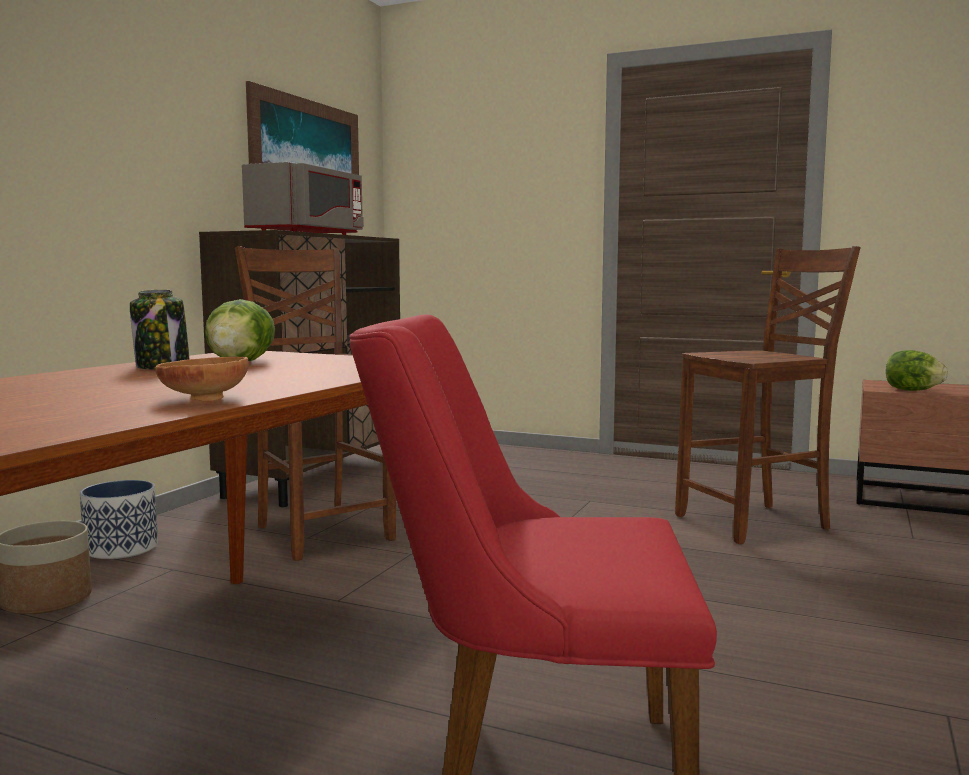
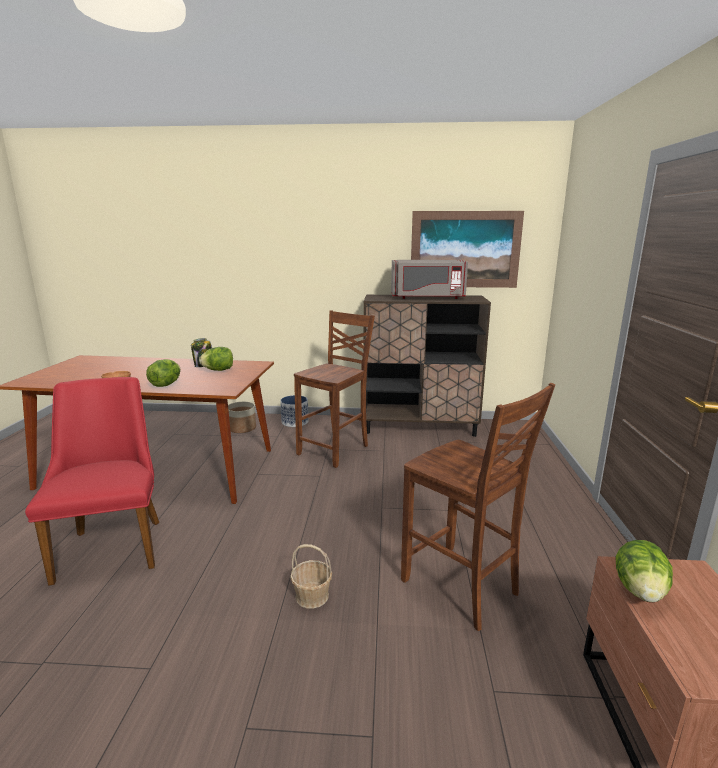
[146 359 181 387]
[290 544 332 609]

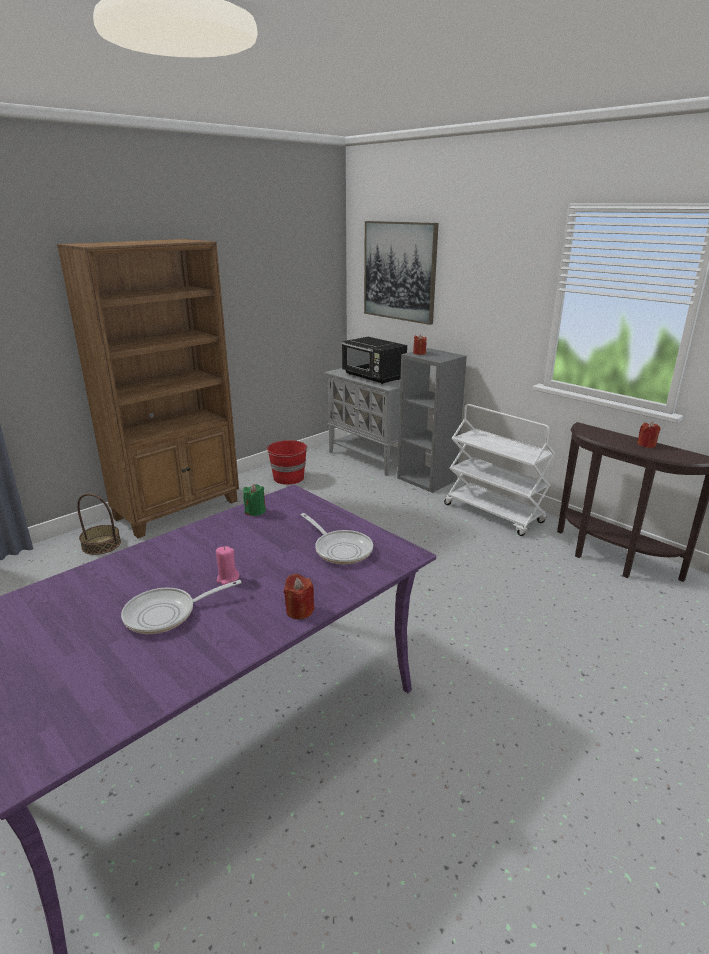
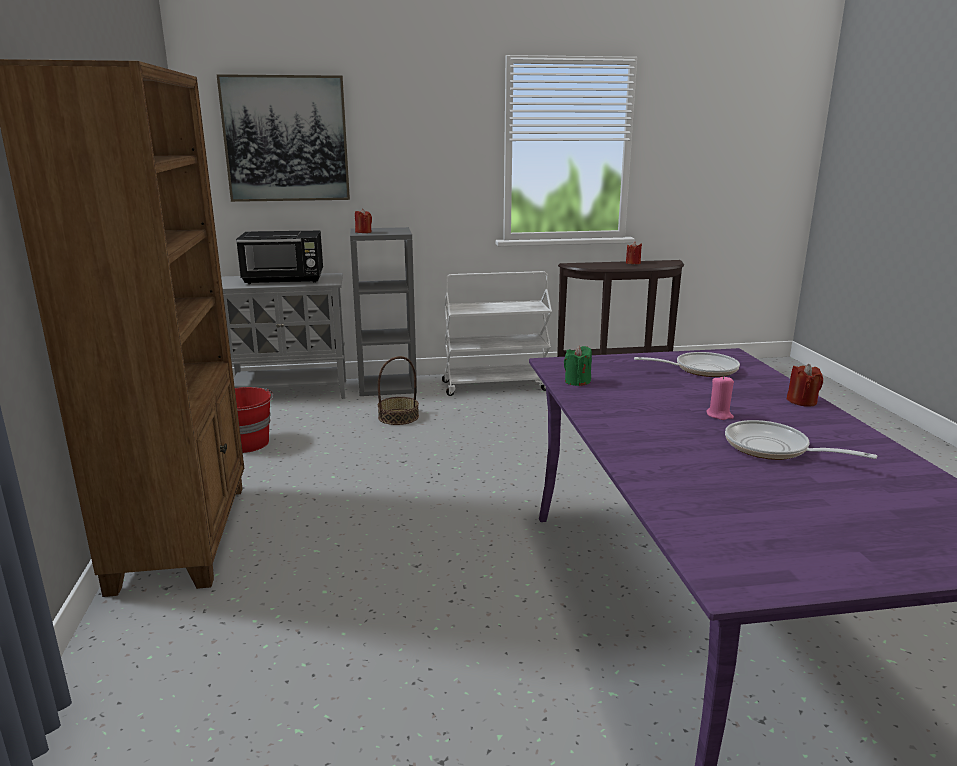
[378 356 419 425]
[725 420 877 460]

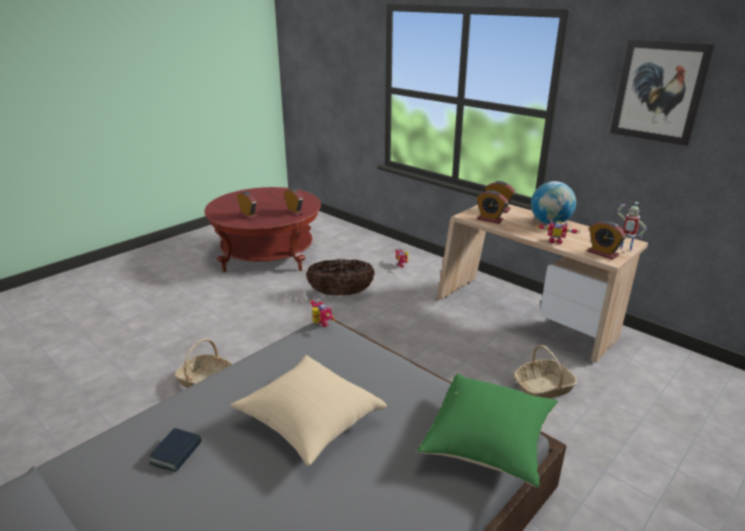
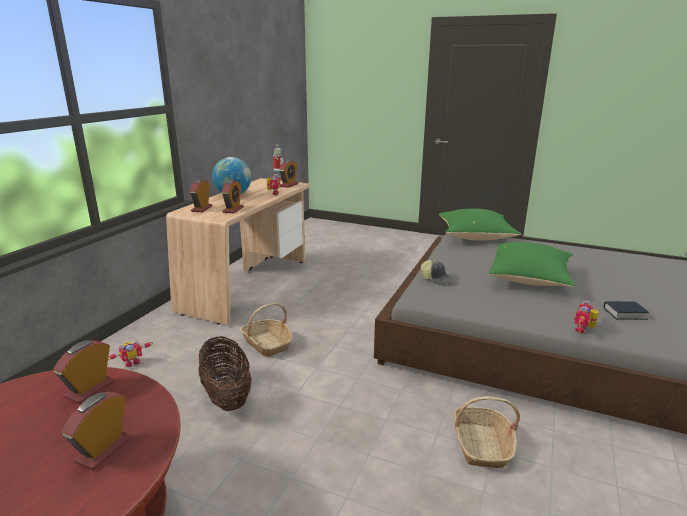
[610 39 715 146] (first image)
[421 260 454 285]
[574 301 599 333]
[240 303 293 357]
[488 242 576 287]

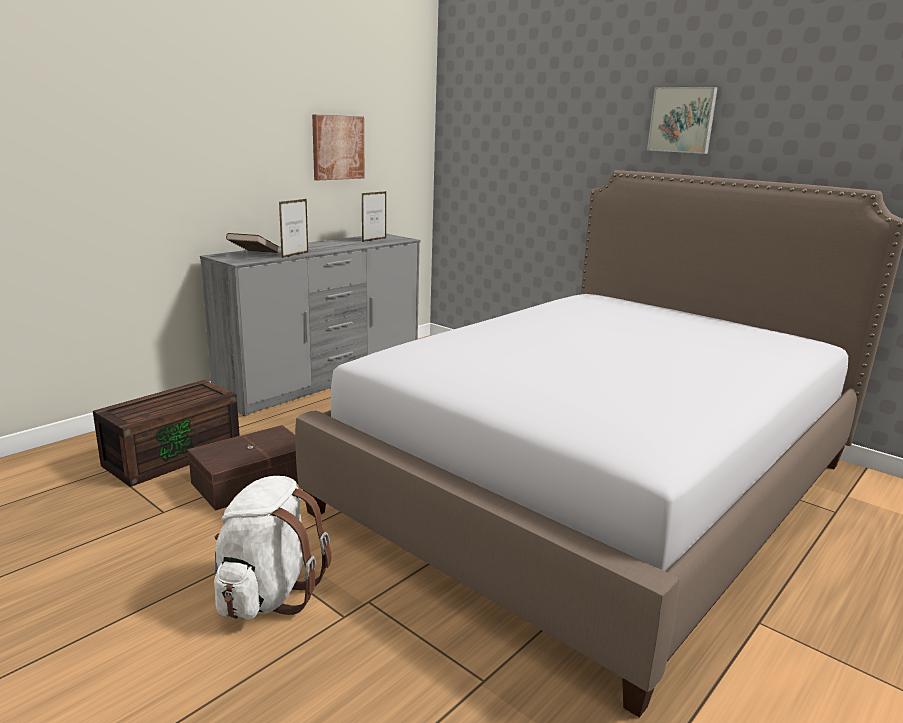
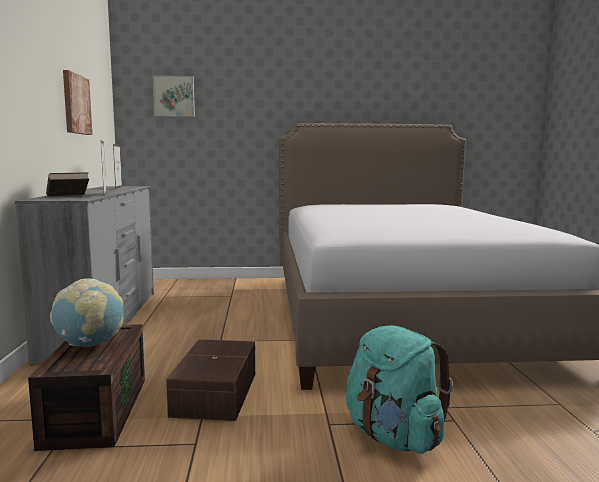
[50 278 123 347]
[153 75 195 117]
[346 325 453 454]

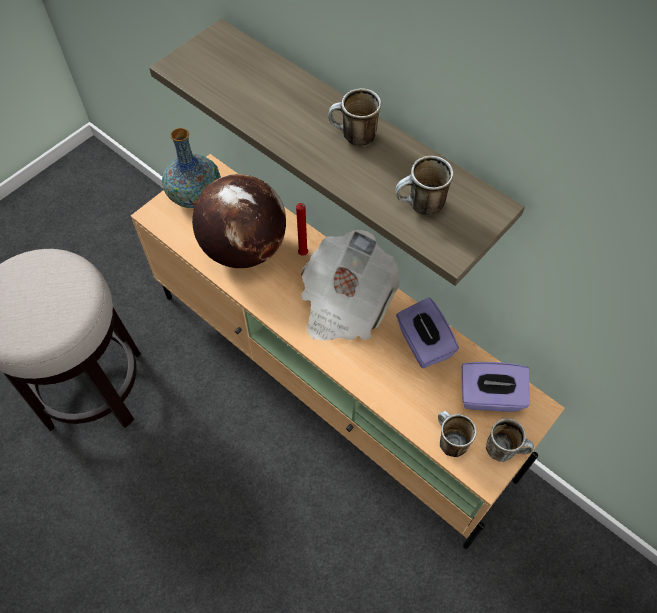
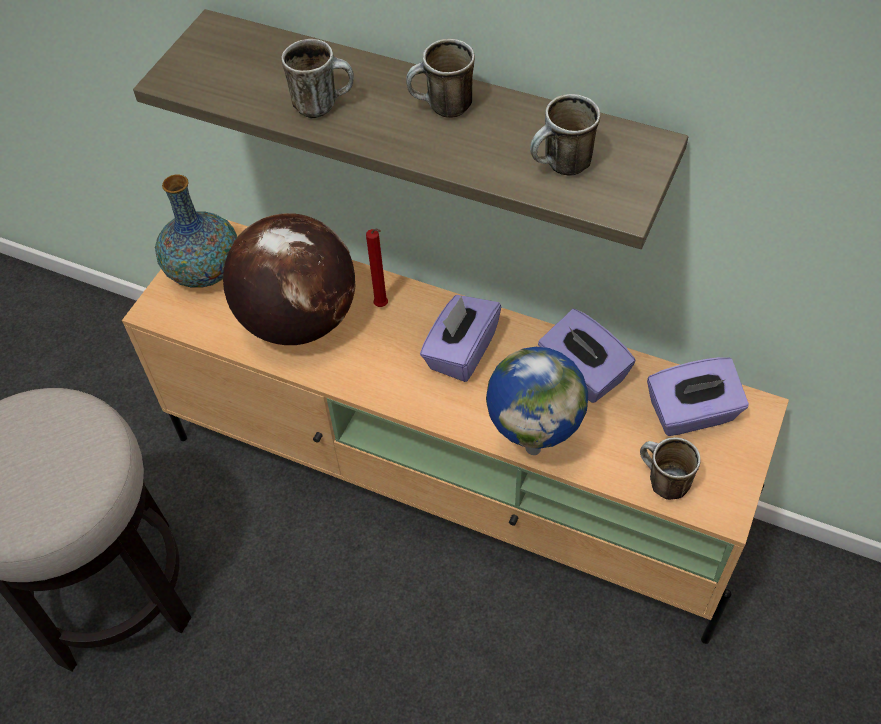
[486 347 588 455]
[282 39 354 118]
[420 295 501 382]

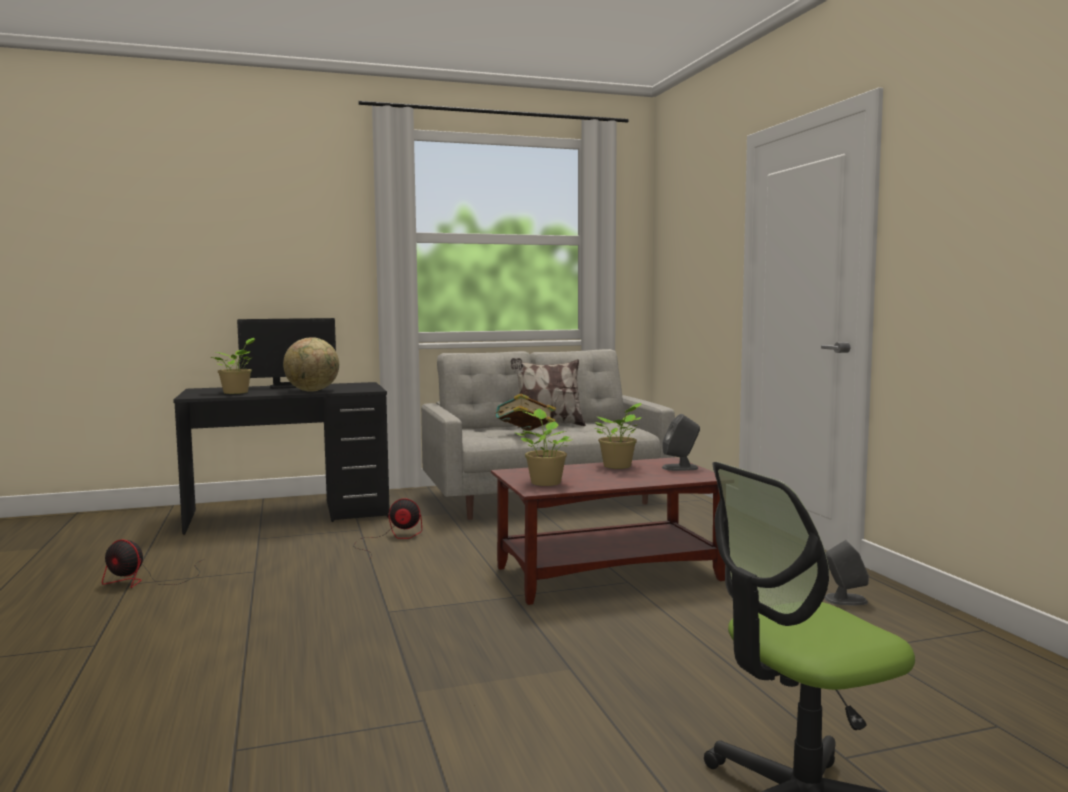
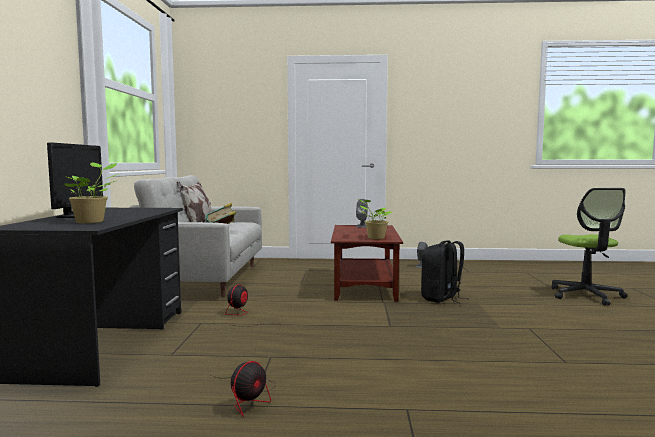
[283 337 339 392] (first image)
[594 403 642 469] (first image)
[421 241 469 304]

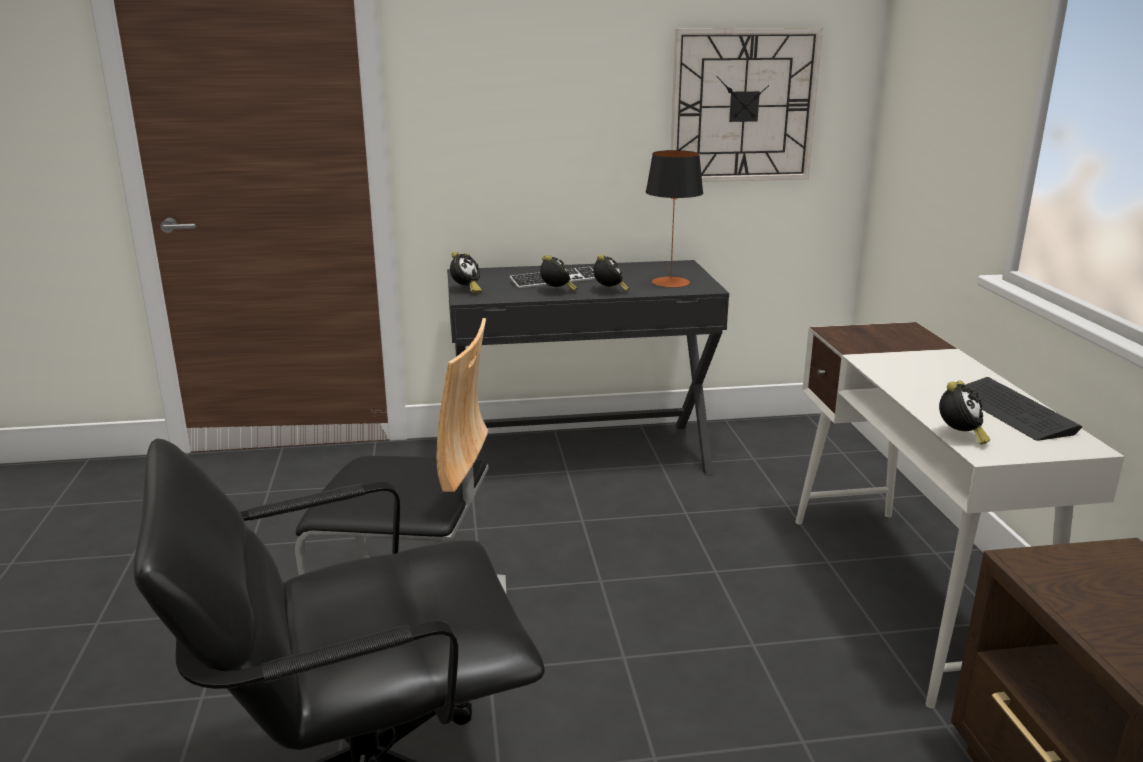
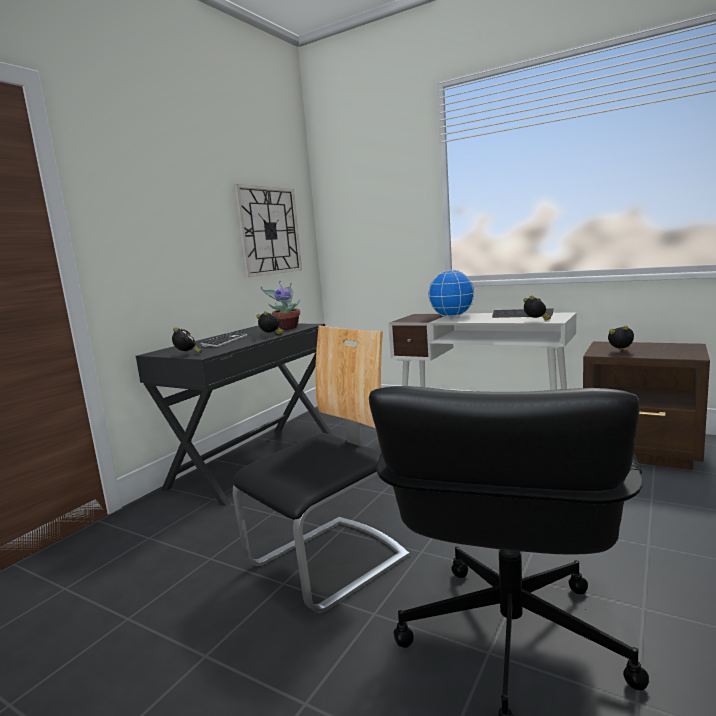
[428 270 475 317]
[608 325 634 350]
[261 281 300 330]

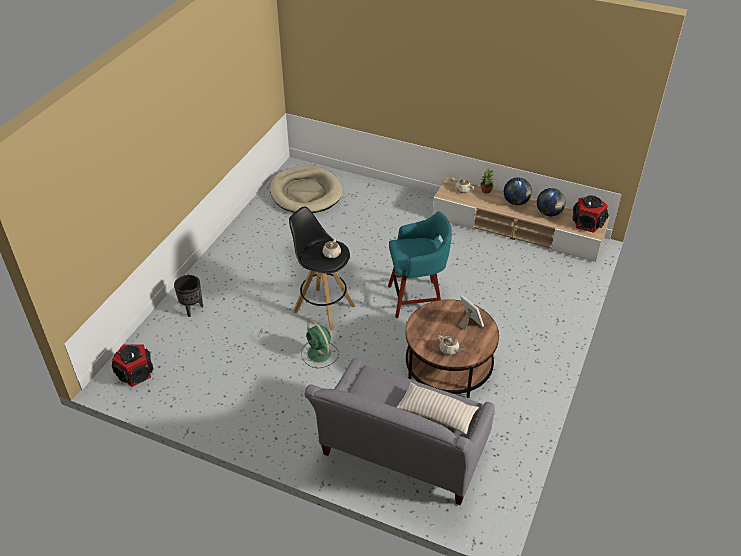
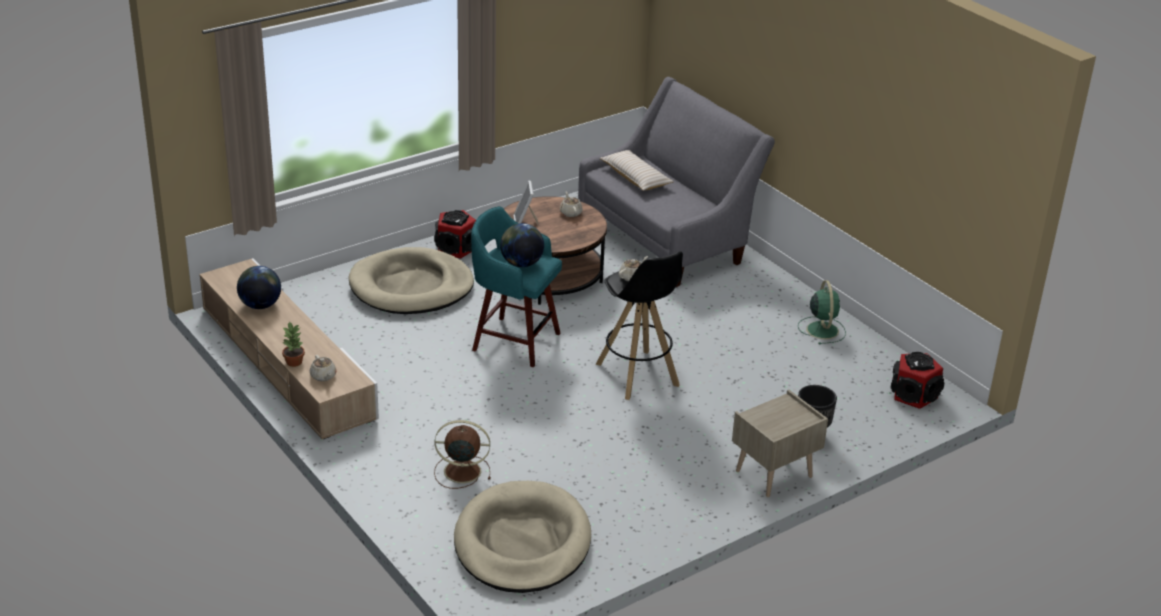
[348 247 474 314]
[434 420 491 489]
[732 390 828 497]
[798 280 846 344]
[500 223 544 267]
[434 210 476 259]

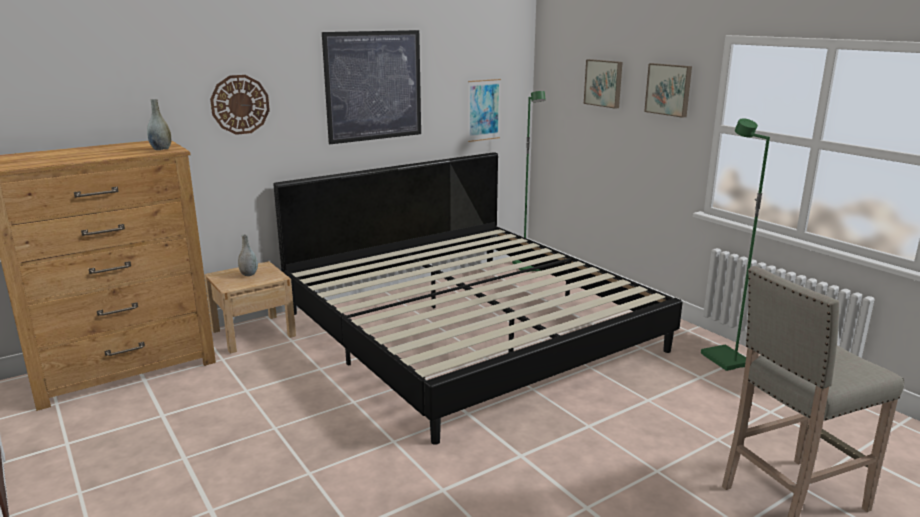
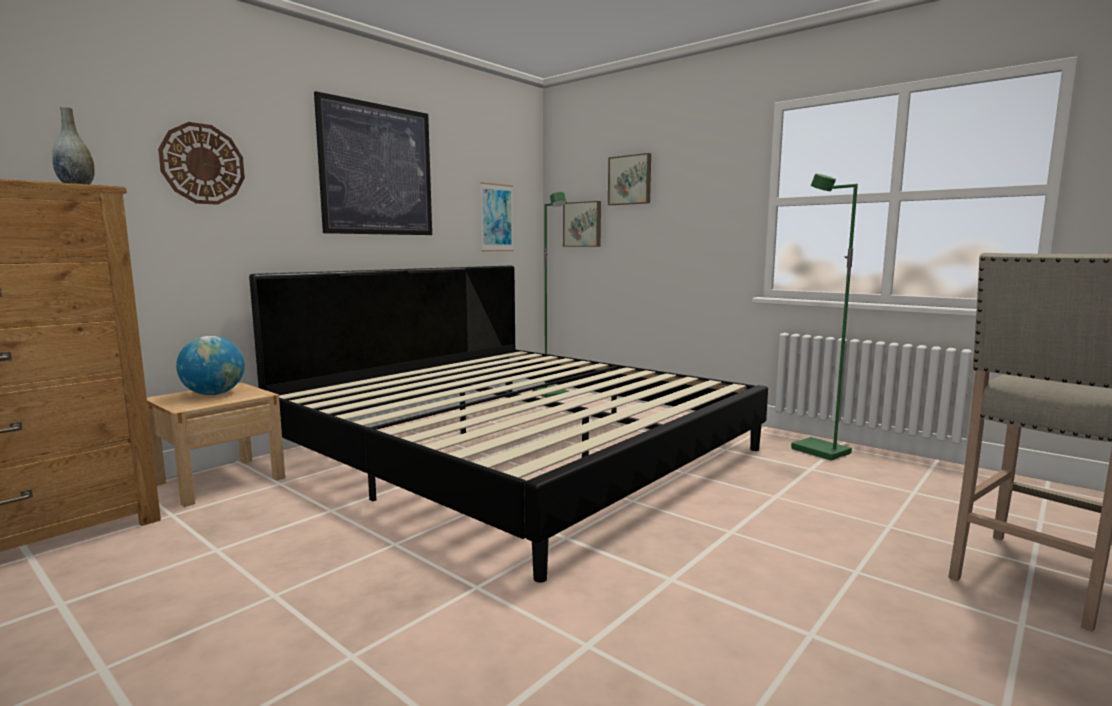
[563 201 601 247]
[176 336 245 395]

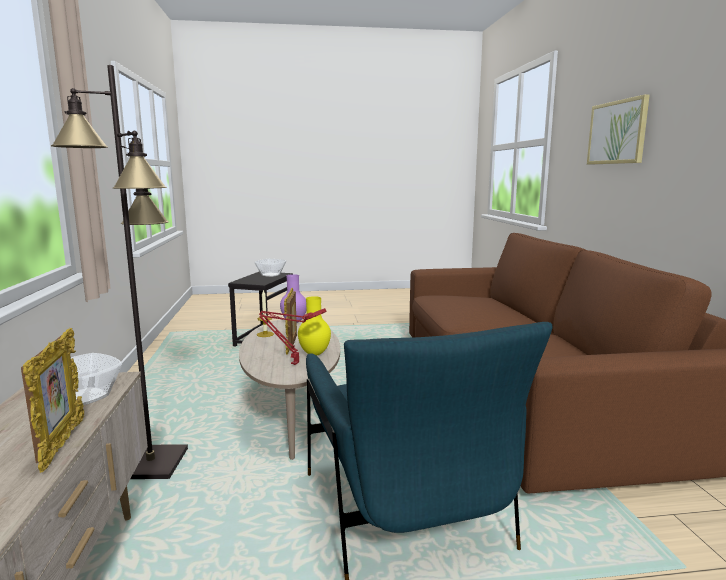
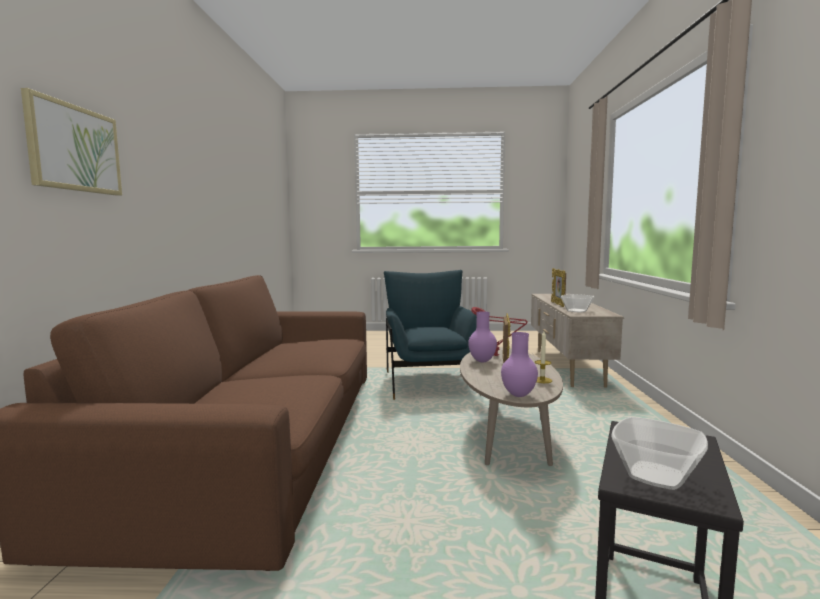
[51 65 188 479] (first image)
[468 311 497 362]

